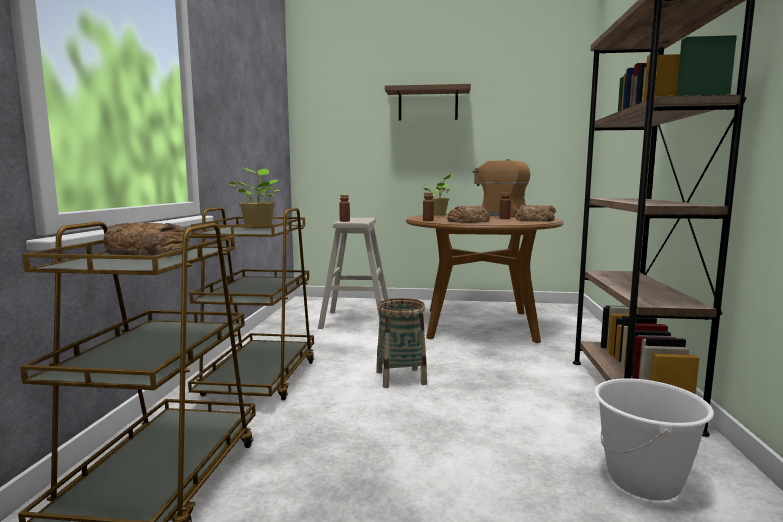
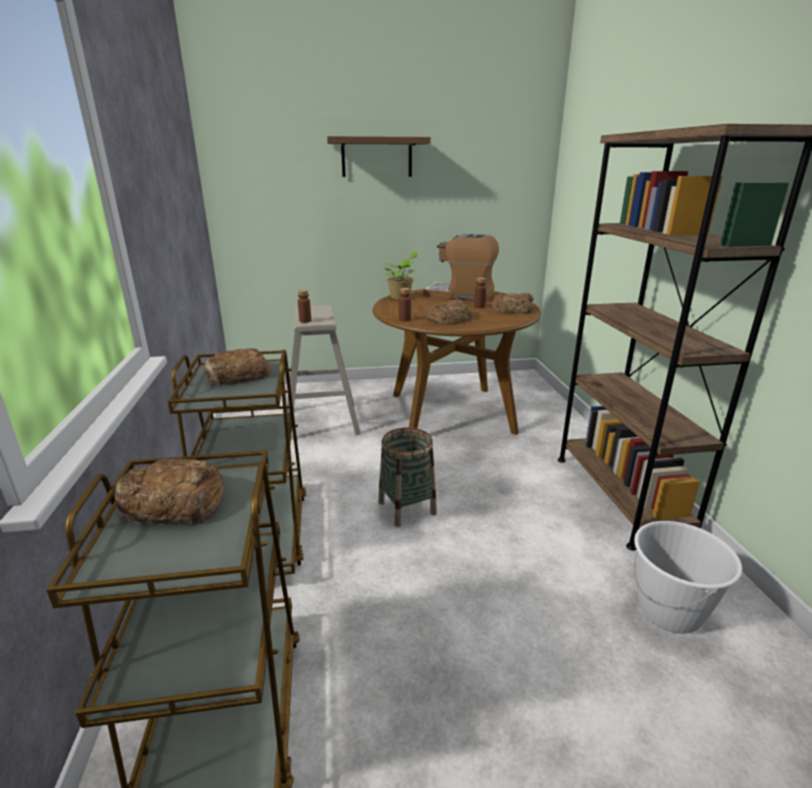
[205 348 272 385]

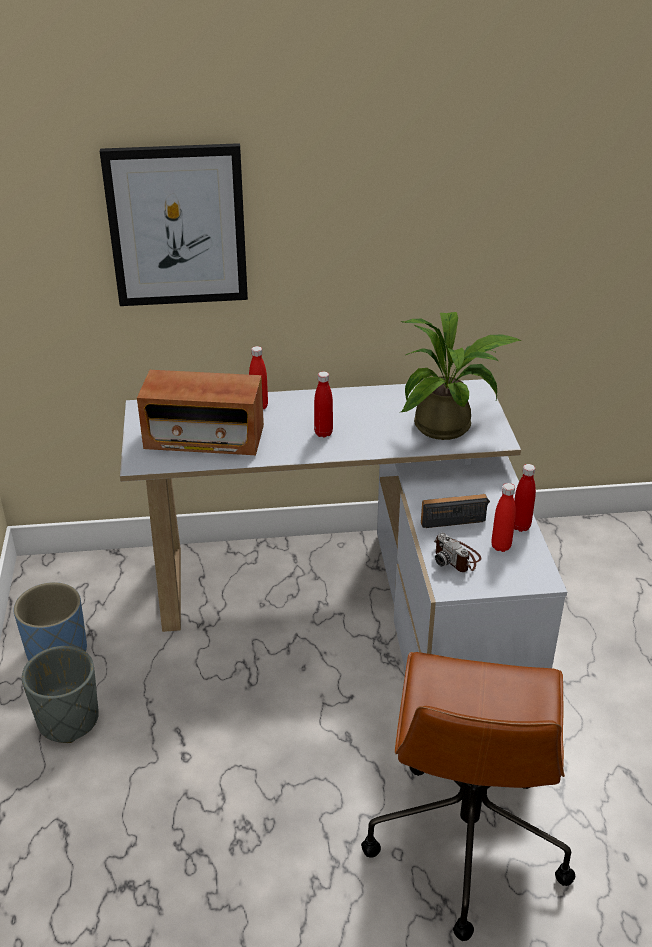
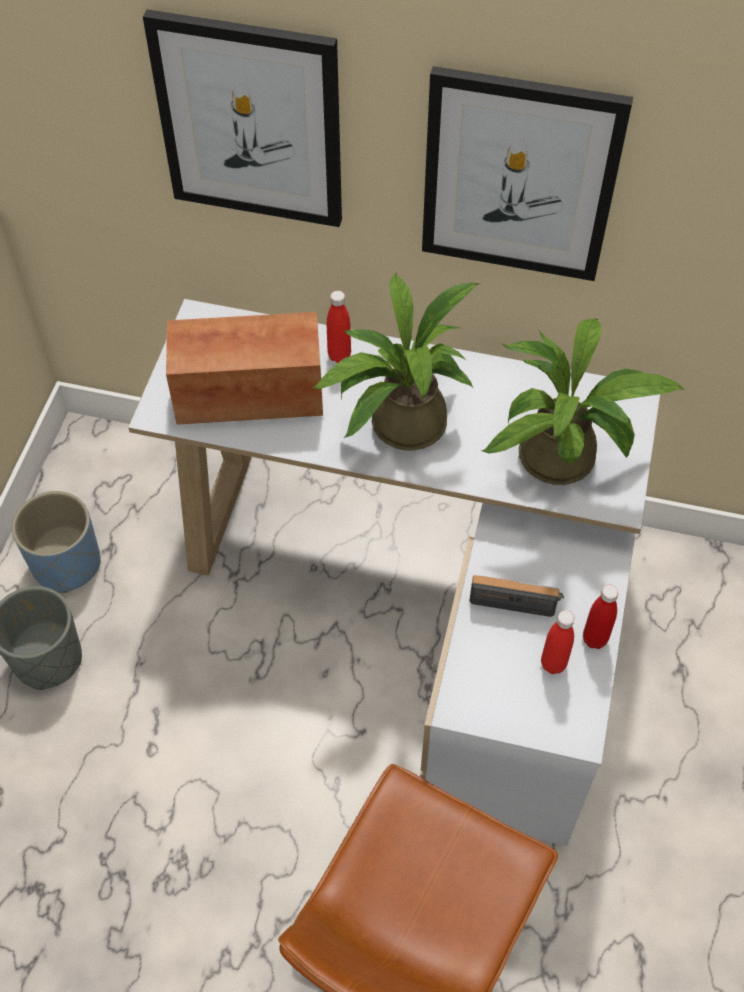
[434 533 481 572] (first image)
[422 66 633 281]
[312 273 480 451]
[166 312 323 425]

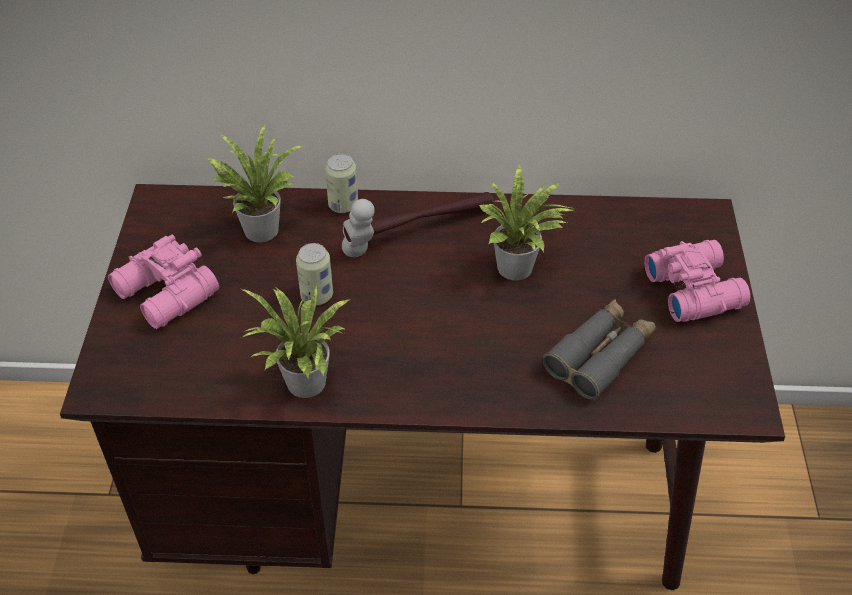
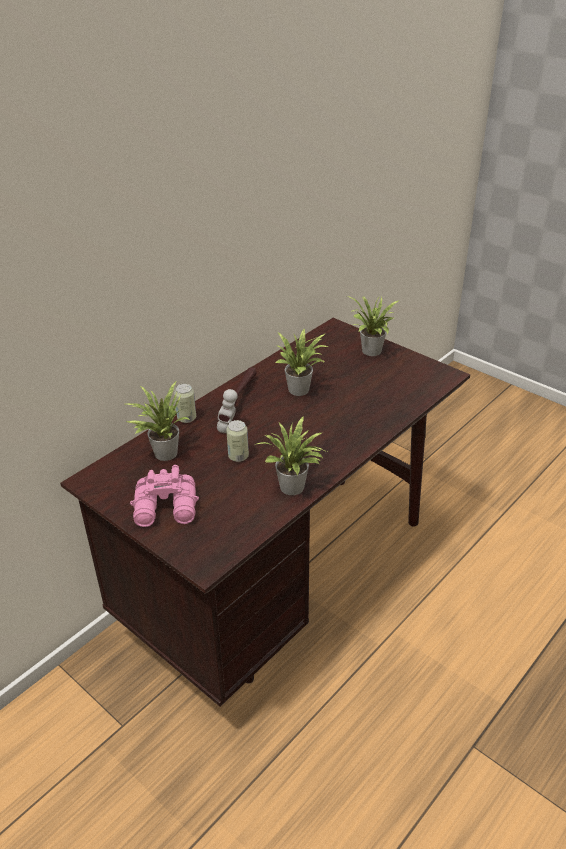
[543 299 656 400] (first image)
[347 296 401 356]

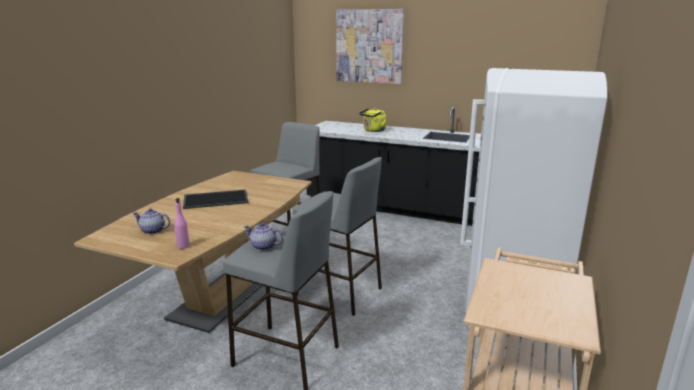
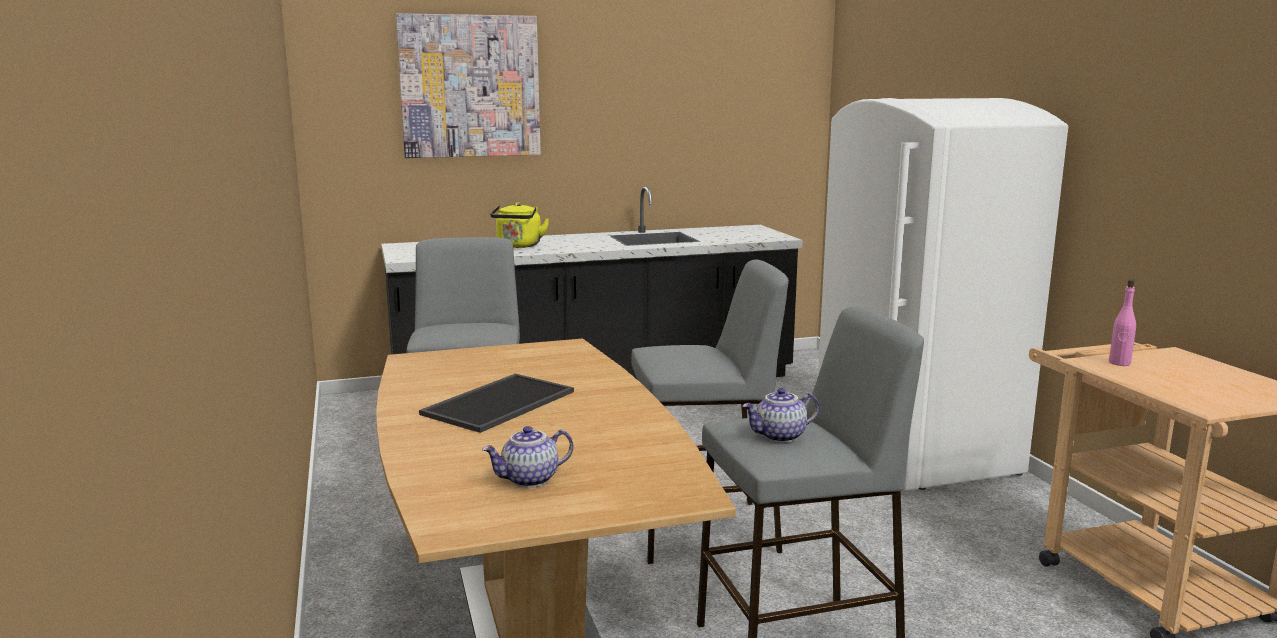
[1109 279 1136 366]

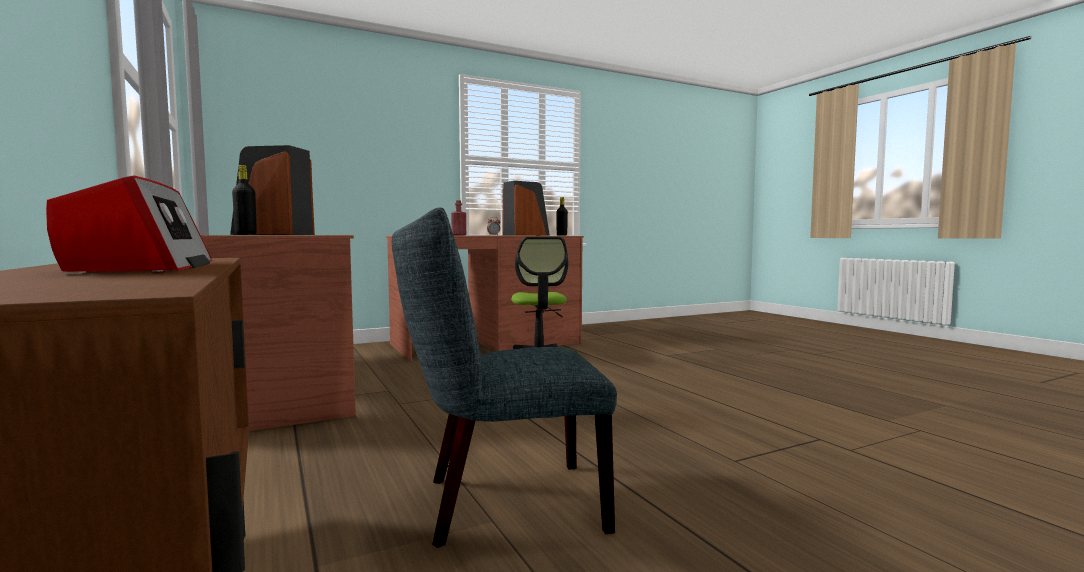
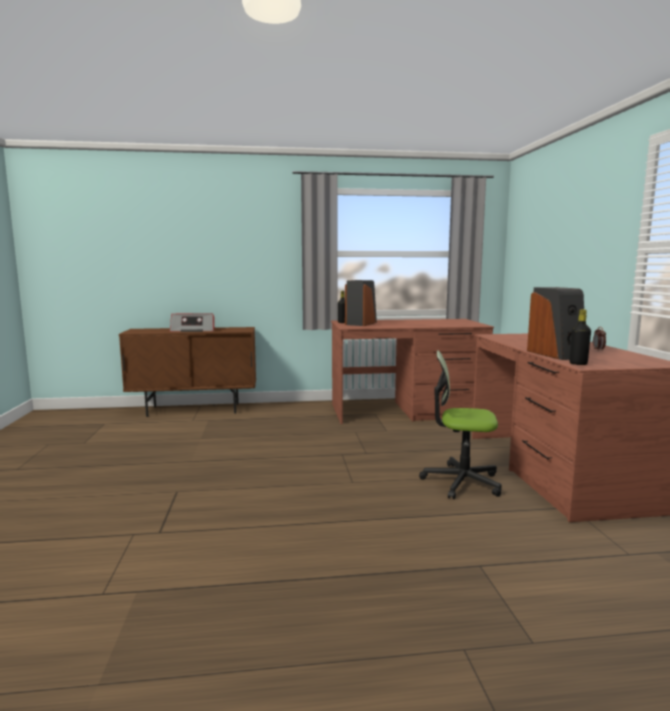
[392 207 617 548] (first image)
[451 200 466 236] (first image)

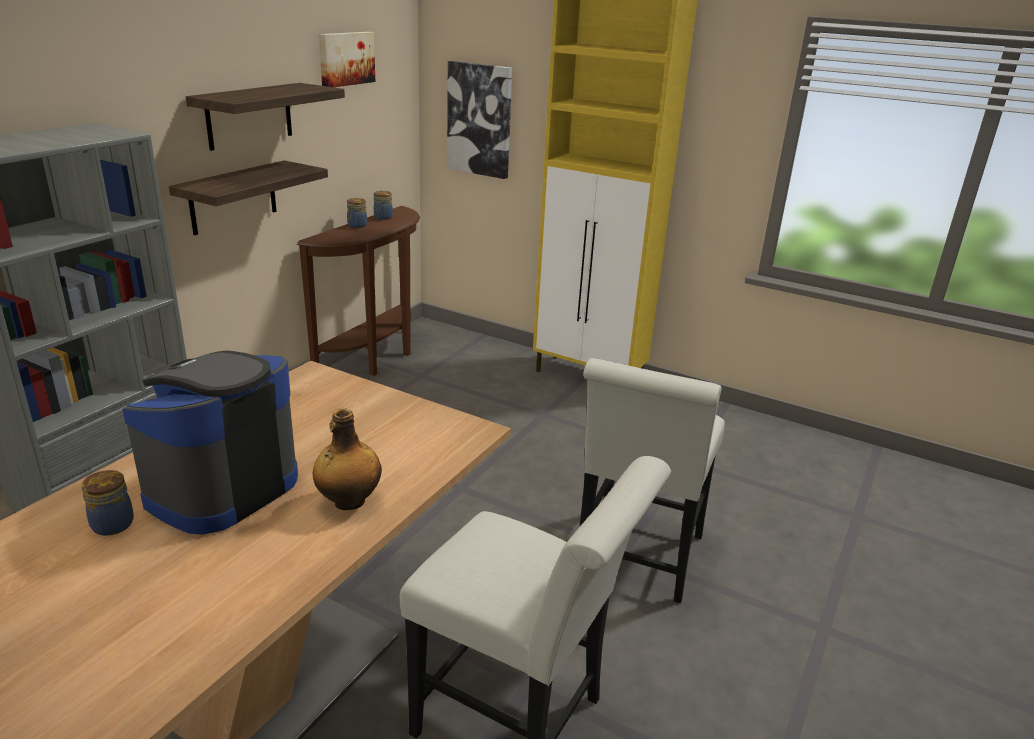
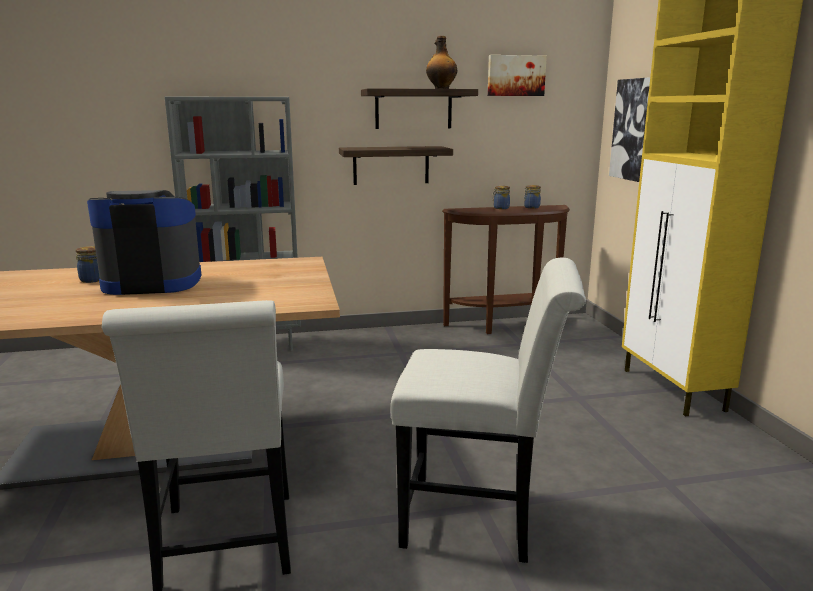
[426 36 457 89]
[391 258 586 563]

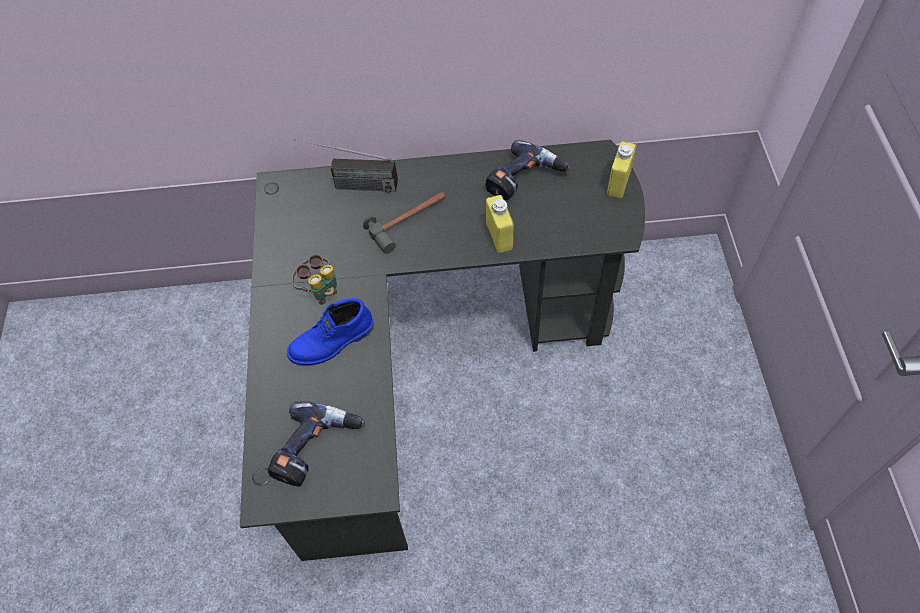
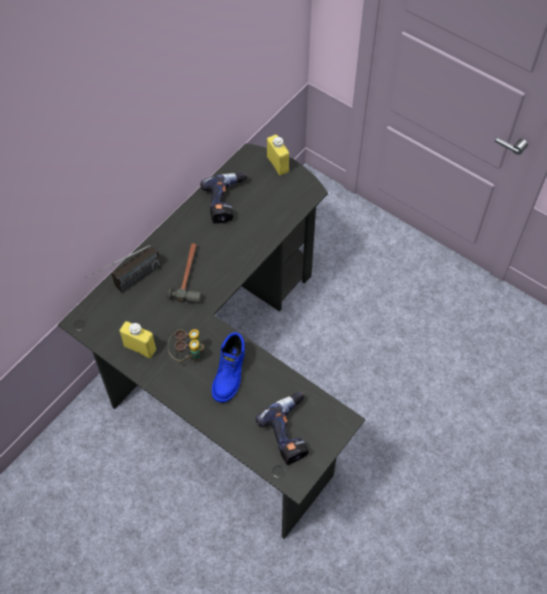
[120 321 156 358]

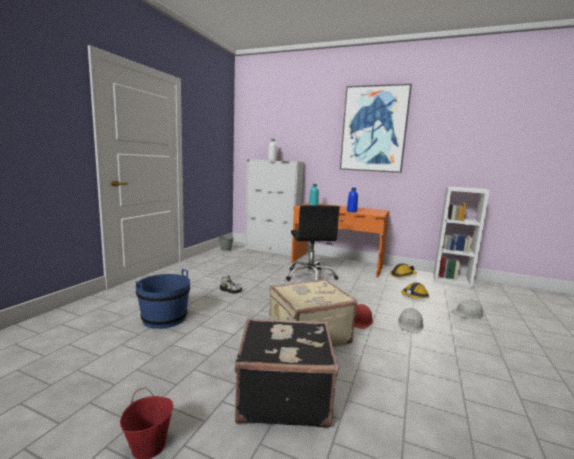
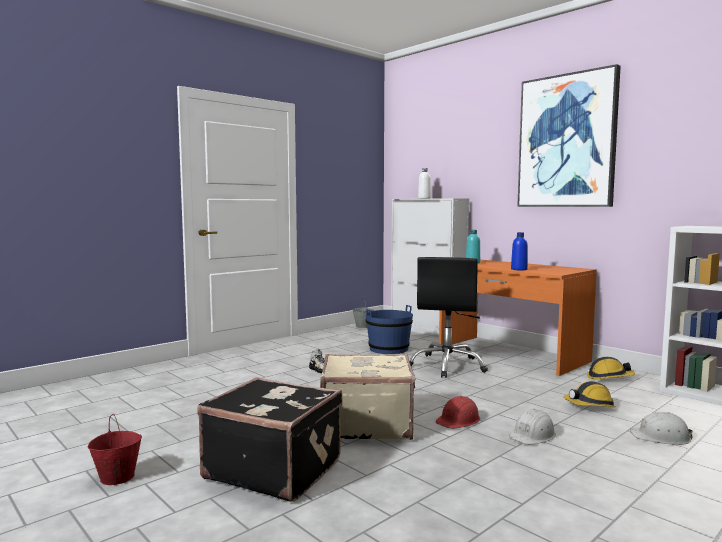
[366 305 413 354]

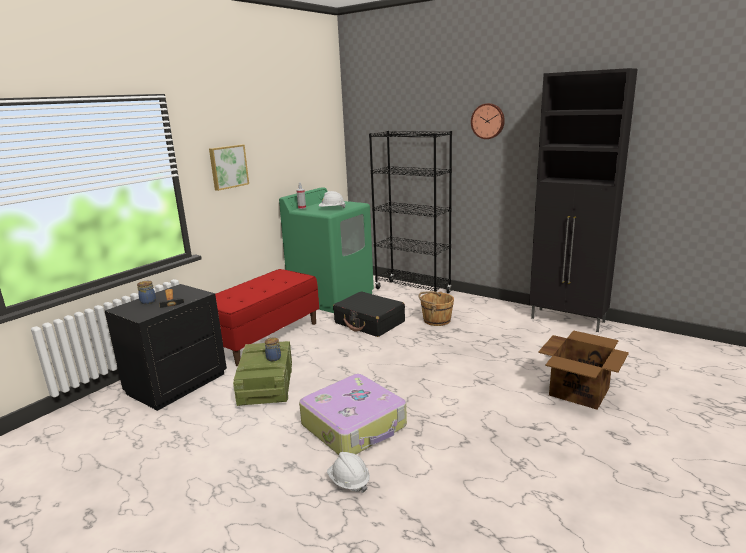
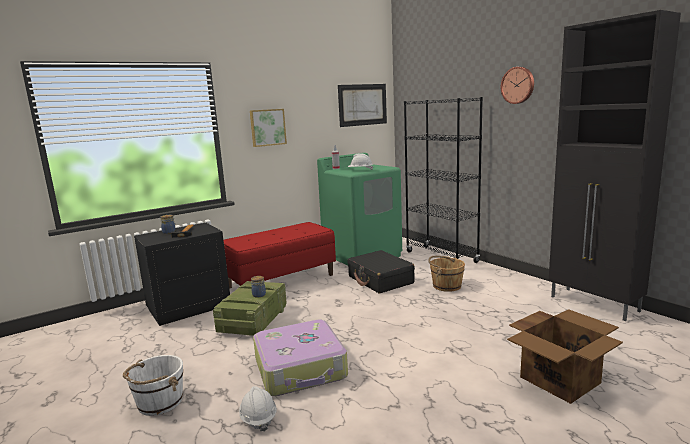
[123 355 183 416]
[338 84 387 127]

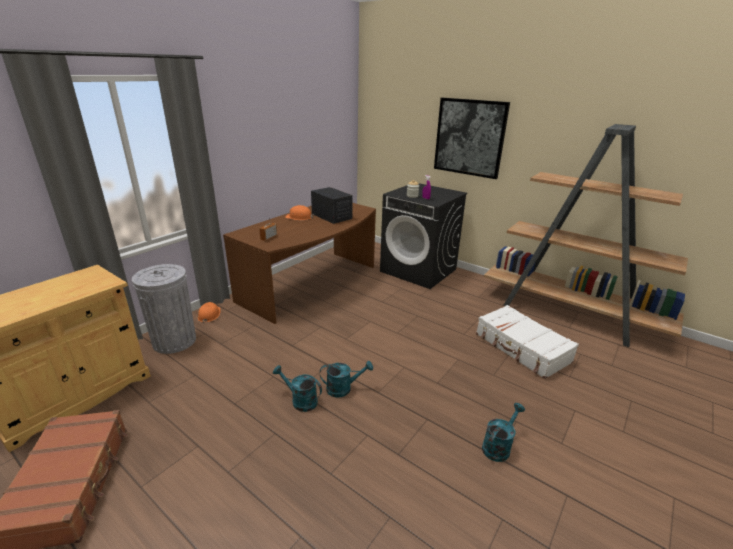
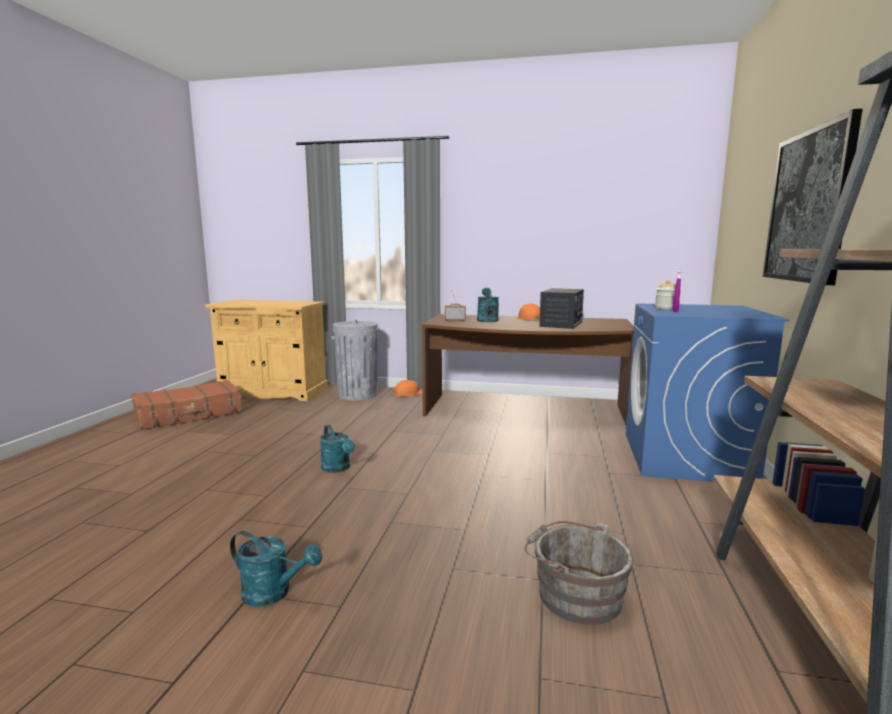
[477 288 499 322]
[525 521 634 625]
[626 303 790 482]

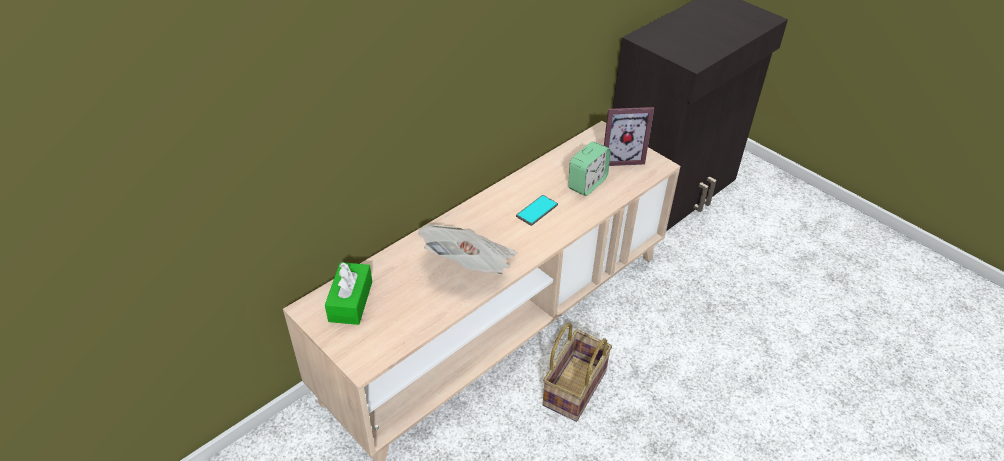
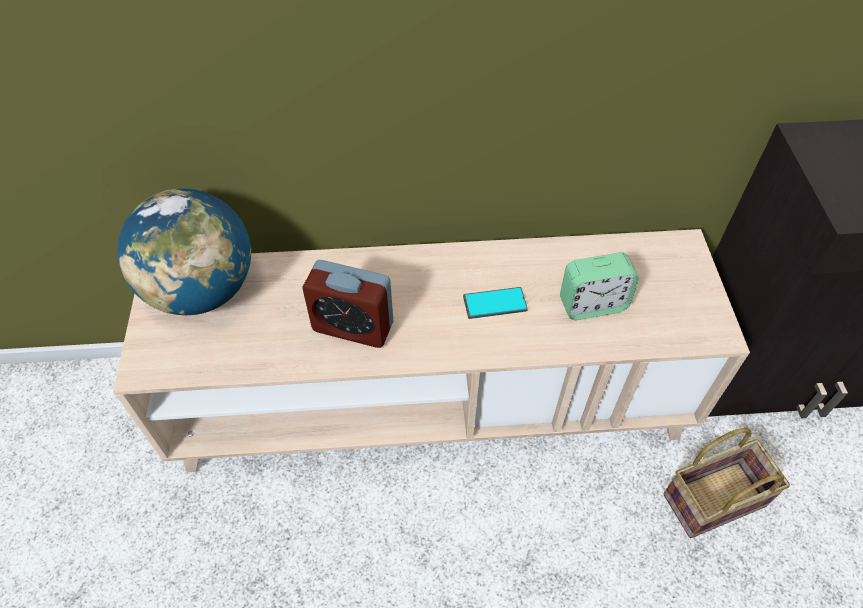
[604 107 654 166] (first image)
[664 428 790 538]
[118 189 251 315]
[303 260 393 348]

